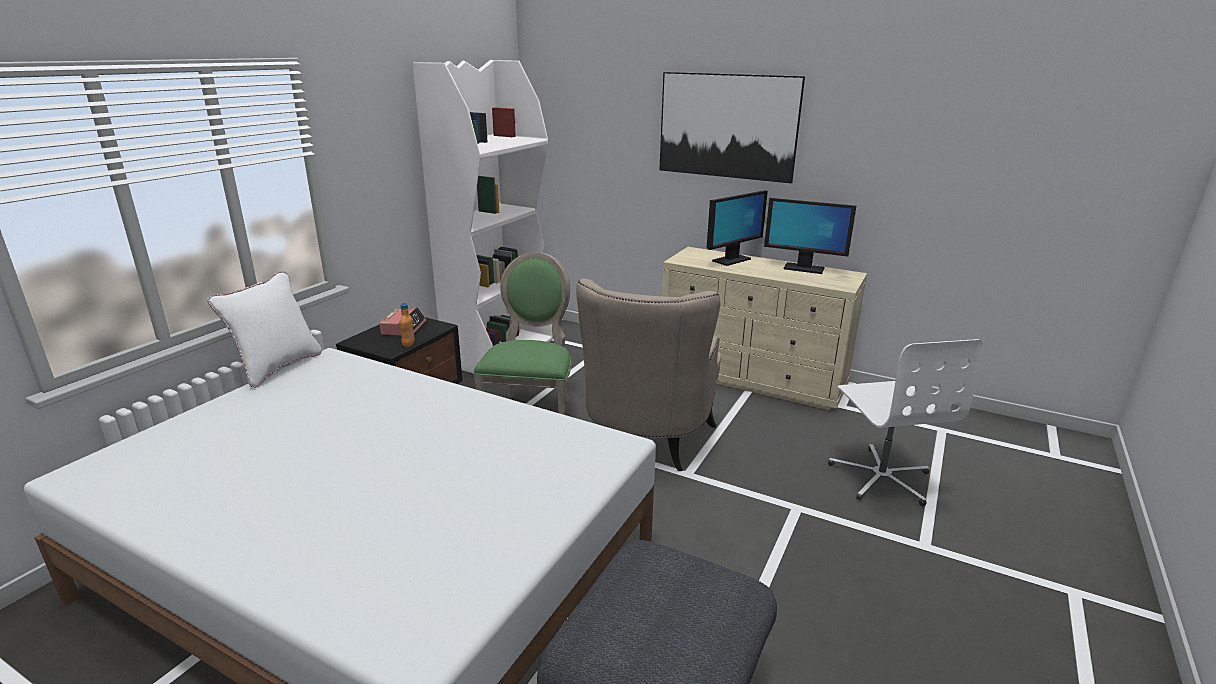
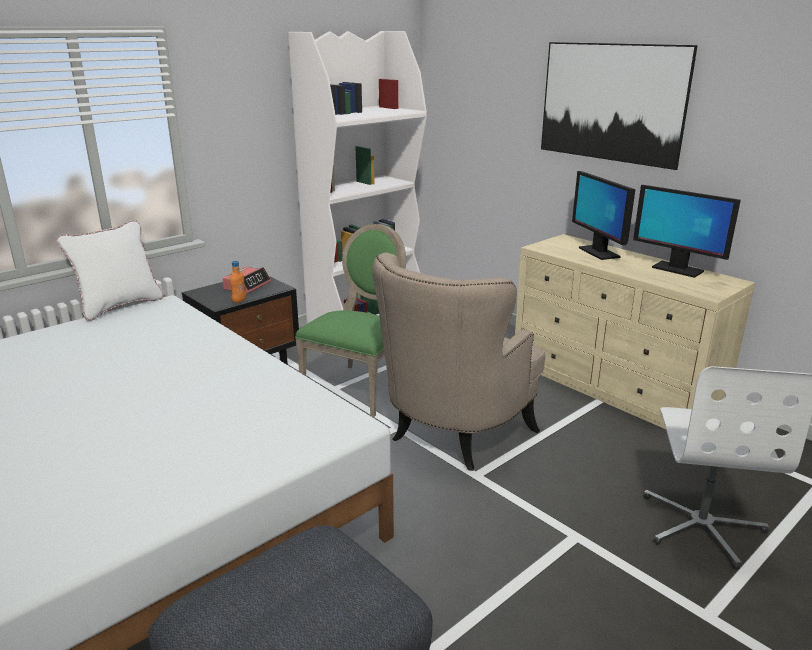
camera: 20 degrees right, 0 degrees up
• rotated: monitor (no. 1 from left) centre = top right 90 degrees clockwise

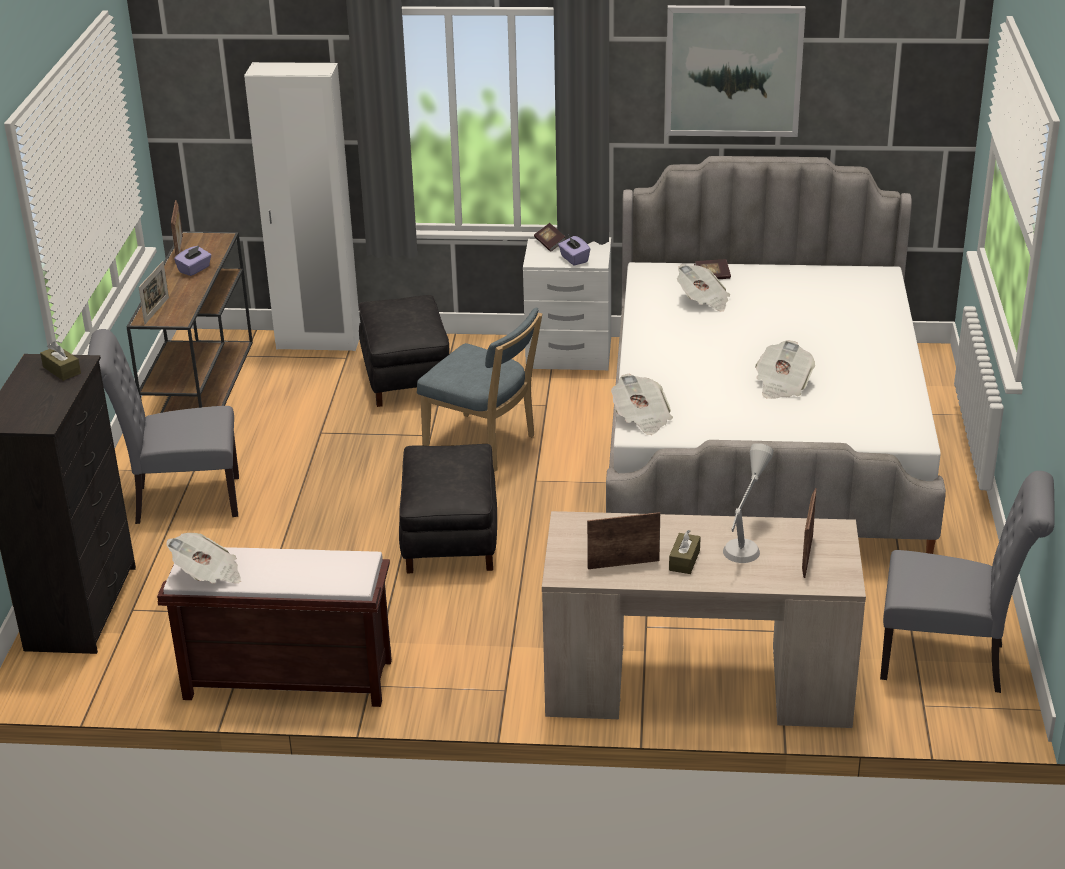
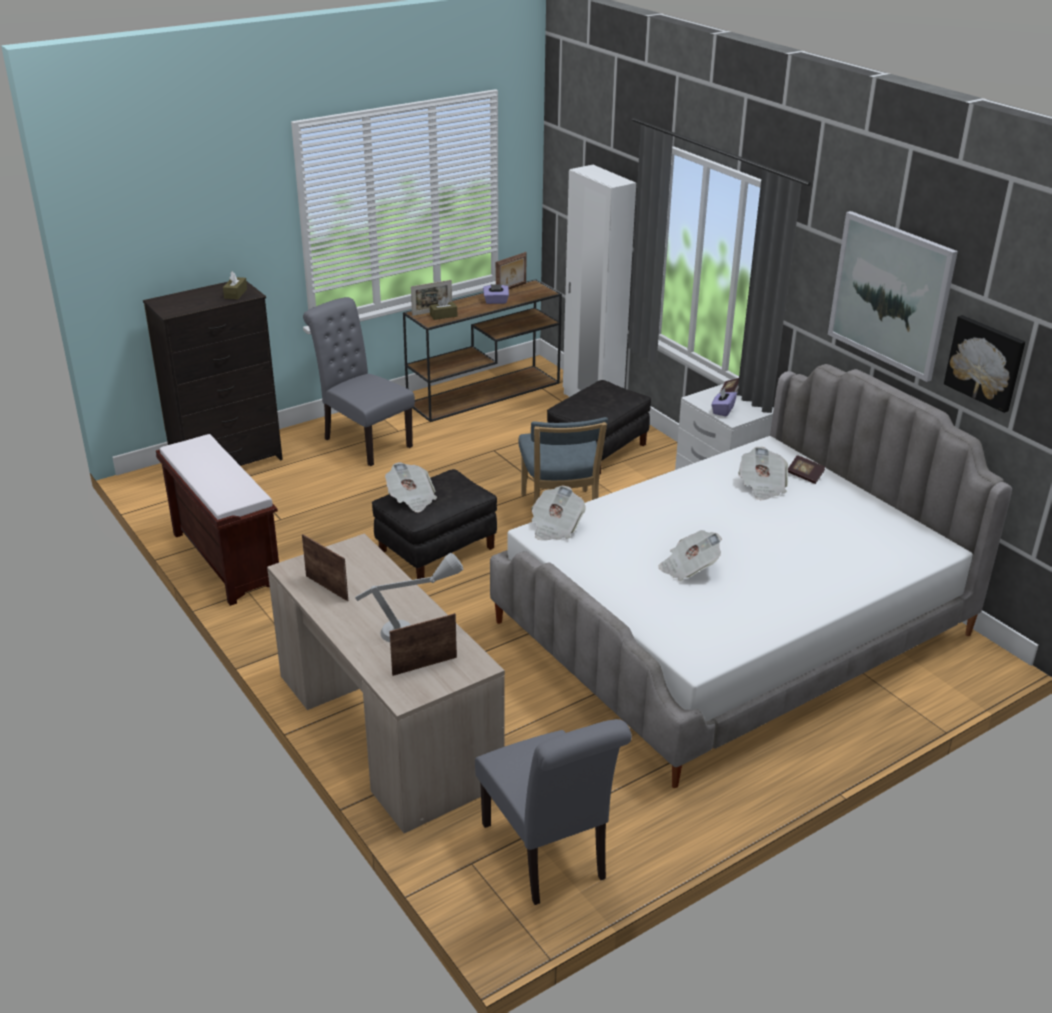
camera: 50 degrees right, 0 degrees up
• shifted: brownish box of tissues (no. 2 from left) centre to top centre
• shifted: printed paper (no. 1 from left) middle left to centre
• new: picture (no. 2 from left) middle right

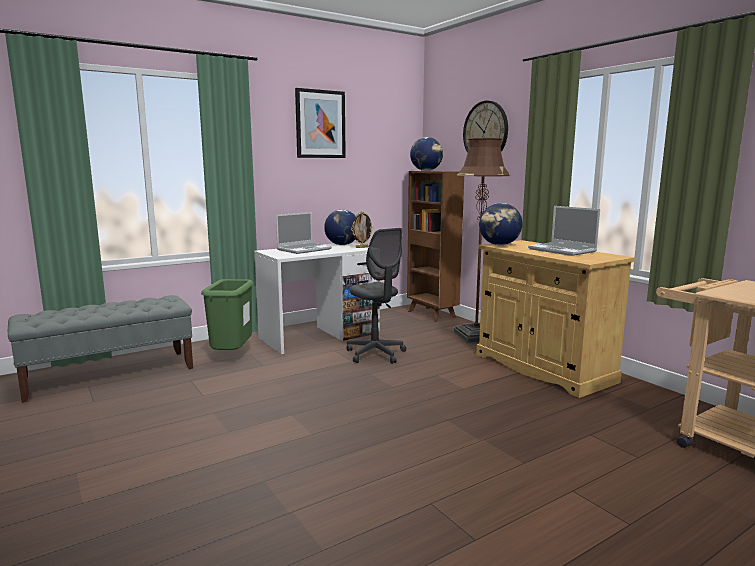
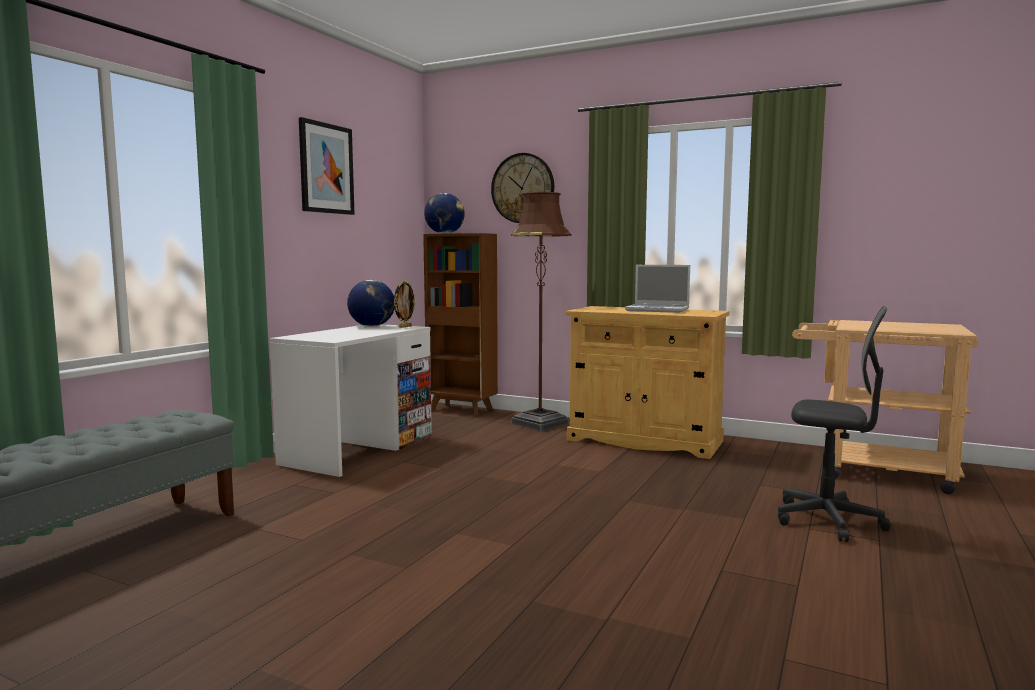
camera: 30 degrees left, 5 degrees down
• gone: globe (no. 3 from left) centre
• gone: notebook computer (no. 1 from left) centre
• shifted: greyish office chair centre to middle right
• gone: green waste bin middle left

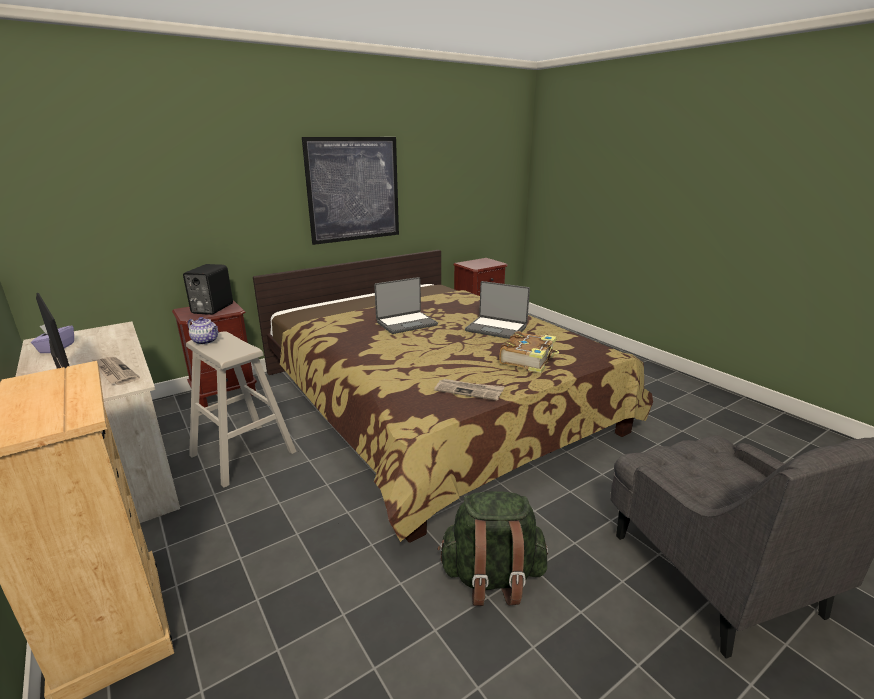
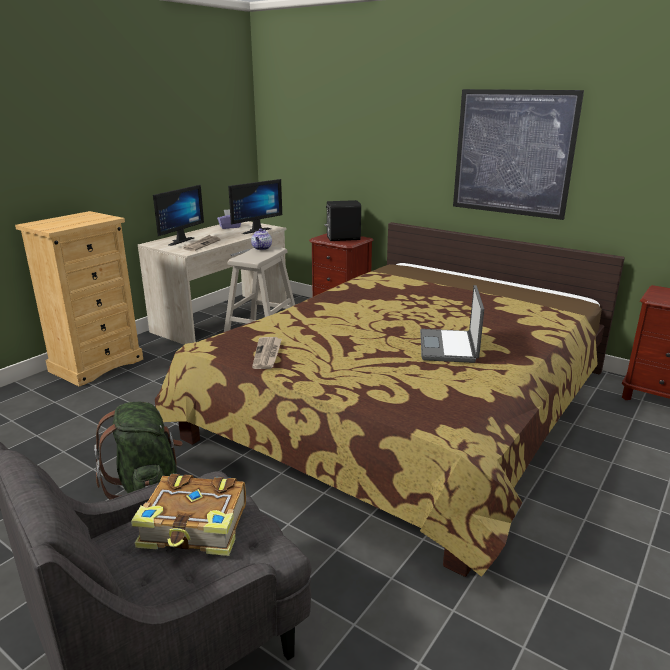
camera: 70 degrees right, 0 degrees up
• gone: notebook computer (no. 1 from left) centre
• shifted: bound book centre to bottom left
• new: monitor (no. 2 from left) top centre

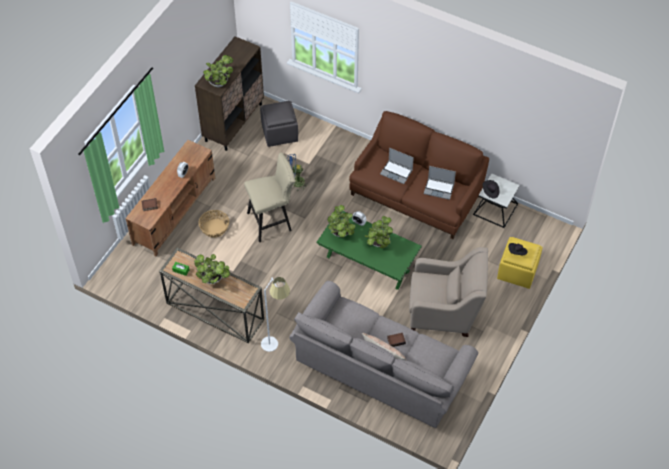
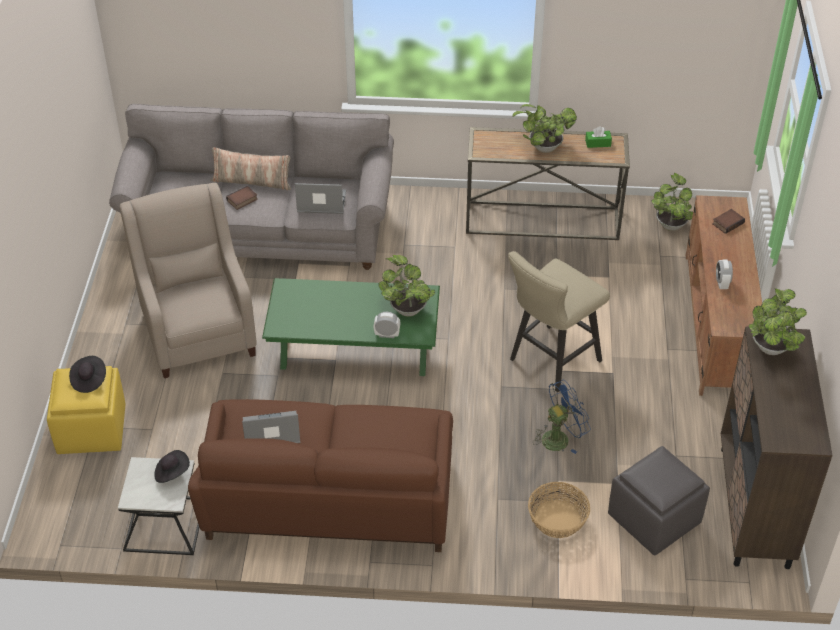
camera: 155 degrees right, 10 degrees down
• shifted: notebook computer (no. 1 from left in the first image) centre to notebook computer (no. 2 from left) top centre
• shifted: basket middle left to bottom centre
• shifted: houseplant (no. 4 from left in the first image) centre to houseplant (no. 3 from left) top right
• rotated: beige-coloured easy chair middle right = middle left 90 degrees clockwise
• gone: white-coloured floor lamp bottom centre

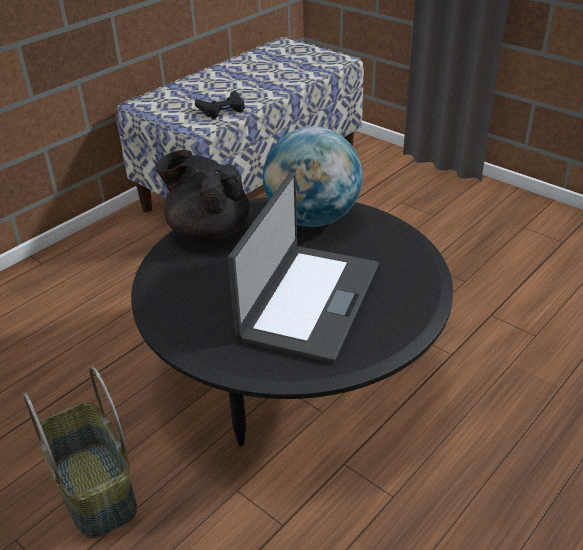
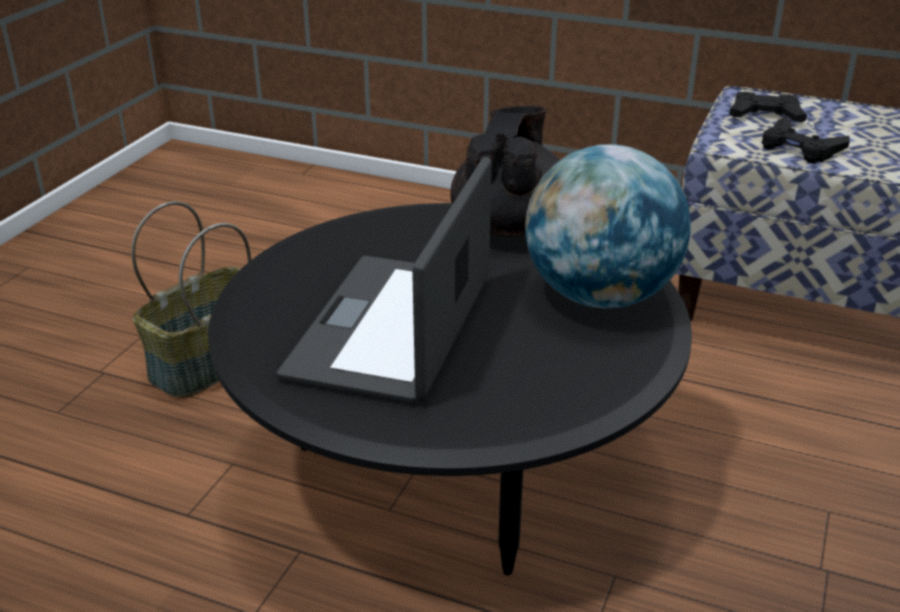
camera: 70 degrees right, 5 degrees down
• rotated: notebook computer centre = centre 105 degrees clockwise
• new: black-coloured gamepad (no. 1 from left) top right

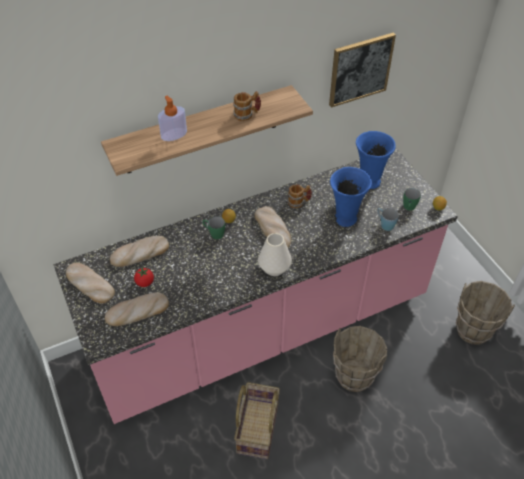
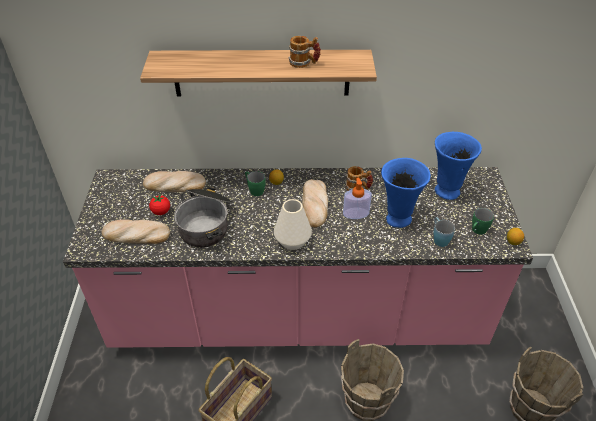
camera: 25 degrees right, 5 degrees down
• gone: picture top right
• shifted: soap bottle top left to centre
• gone: bakery bread (no. 1 from left) middle left
• new: stockpot centre

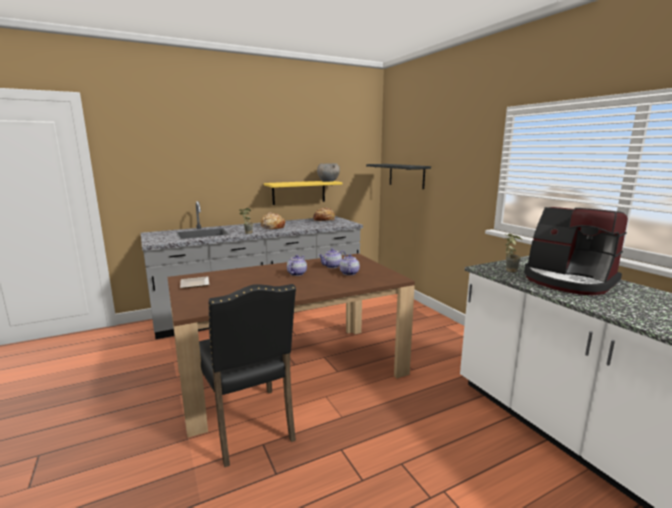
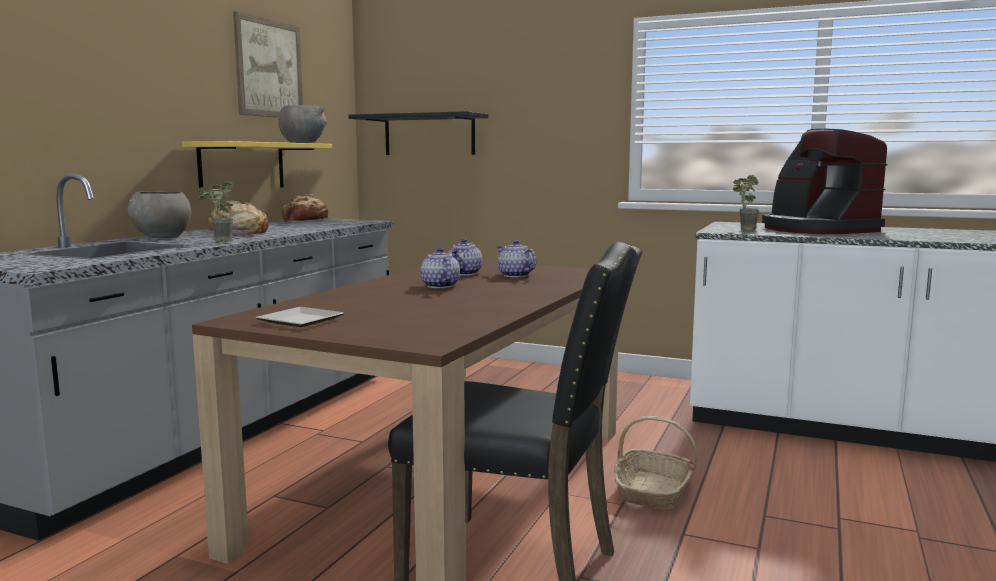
camera: 40 degrees left, 5 degrees down
• rotated: coffee machine middle right = top right 60 degrees clockwise
• new: picture top left
• new: greyish bowl (no. 1 from left) middle left
• new: basket bottom centre

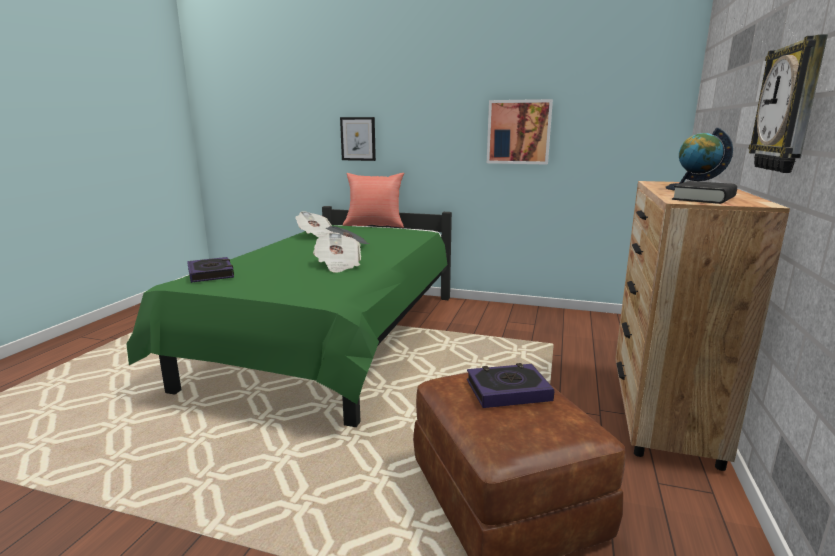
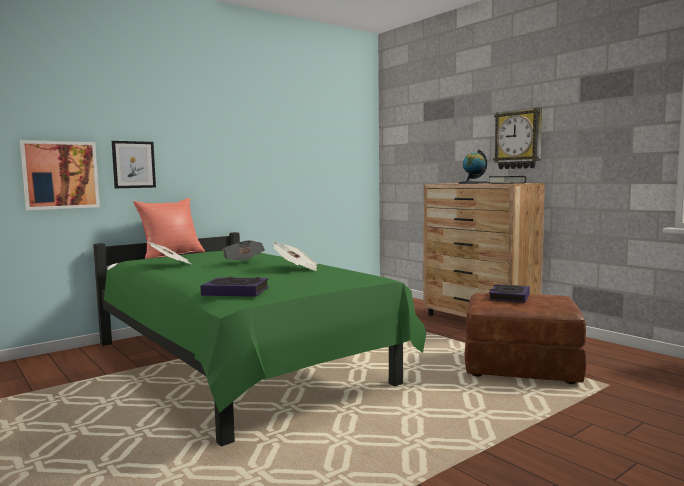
camera: 55 degrees left, 10 degrees down
• shifted: picture (no. 2 from left in the first image) top centre to picture (no. 1 from left) middle left

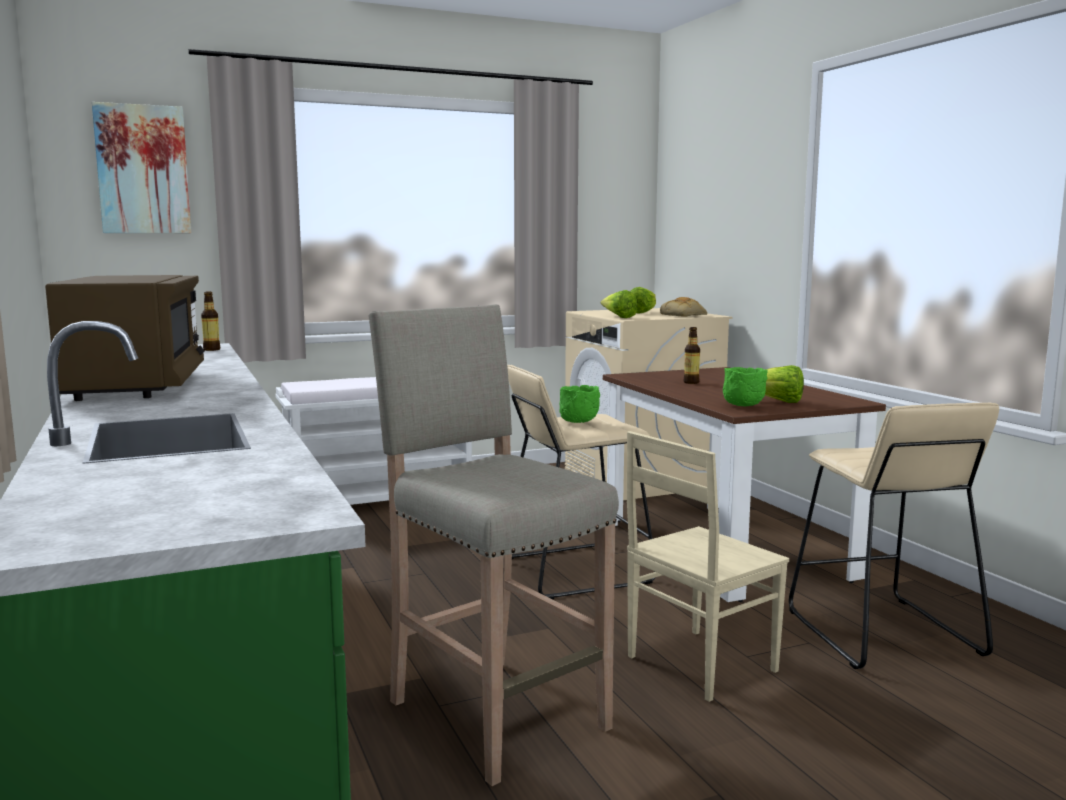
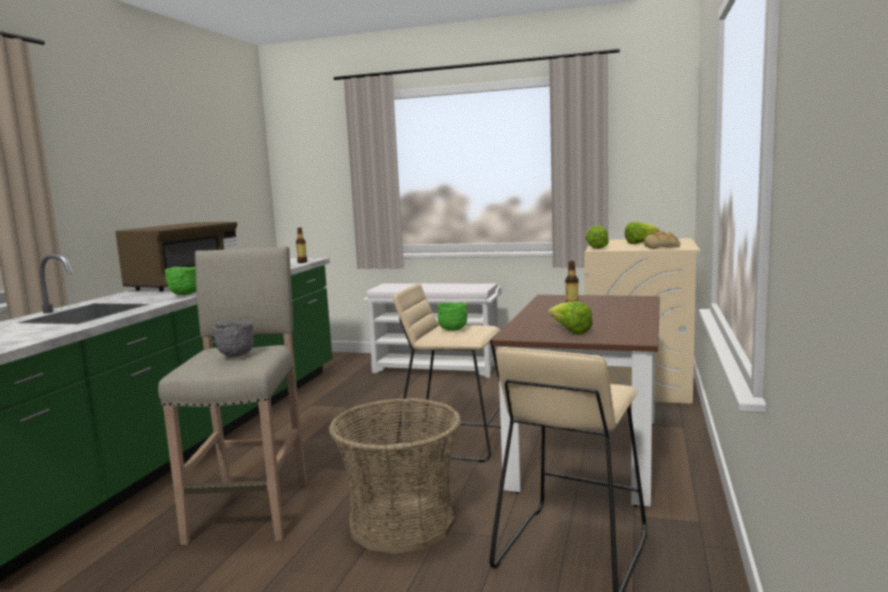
camera: 40 degrees right, 0 degrees up
• gone: picture top left
• shifted: green bowl (no. 2 from left in the first image) middle right to green bowl (no. 1 from left) middle left
• swapped: beige-coloured upright chair bottom centre to basket bottom centre
• new: greyish bowl middle left

